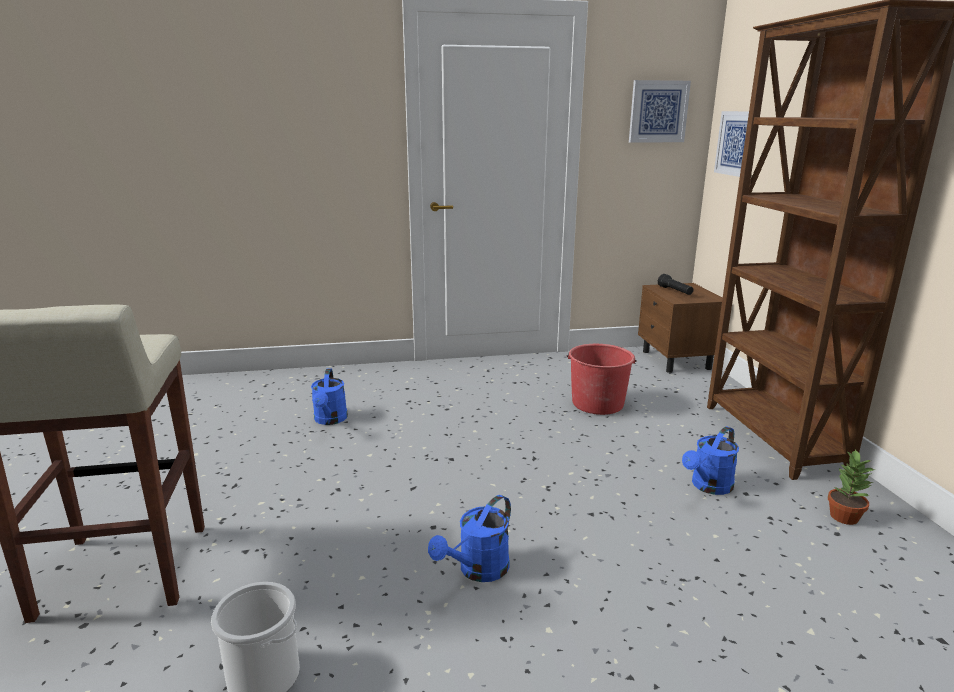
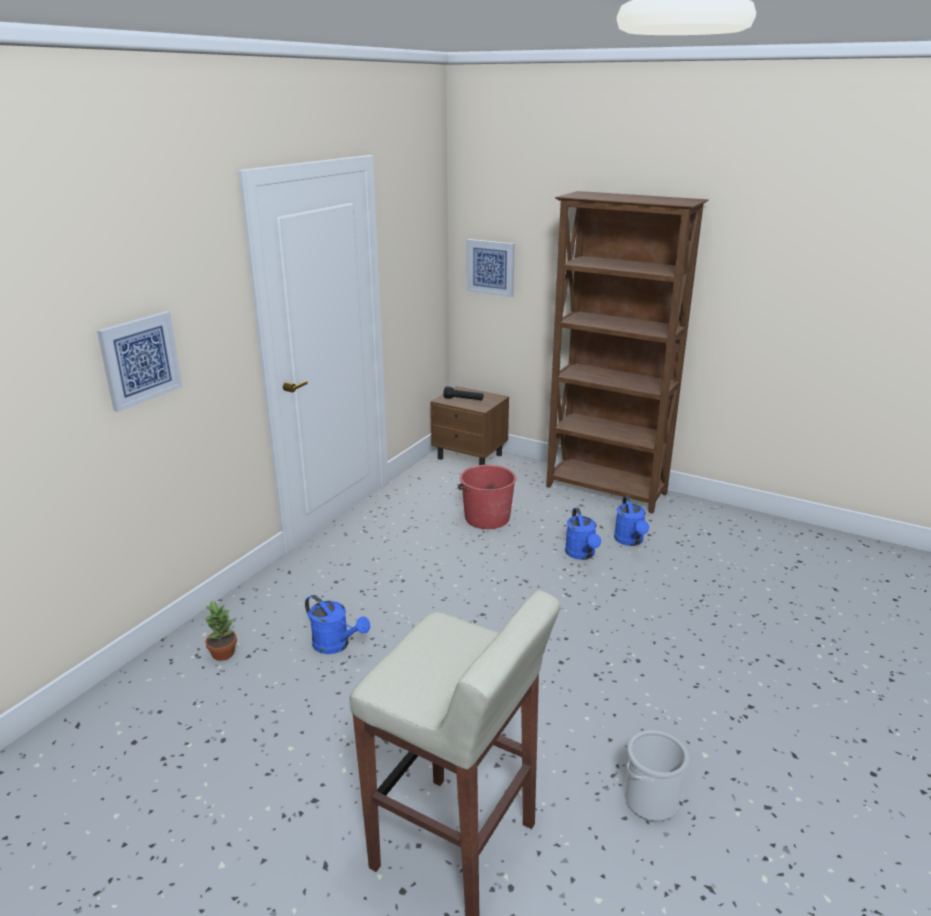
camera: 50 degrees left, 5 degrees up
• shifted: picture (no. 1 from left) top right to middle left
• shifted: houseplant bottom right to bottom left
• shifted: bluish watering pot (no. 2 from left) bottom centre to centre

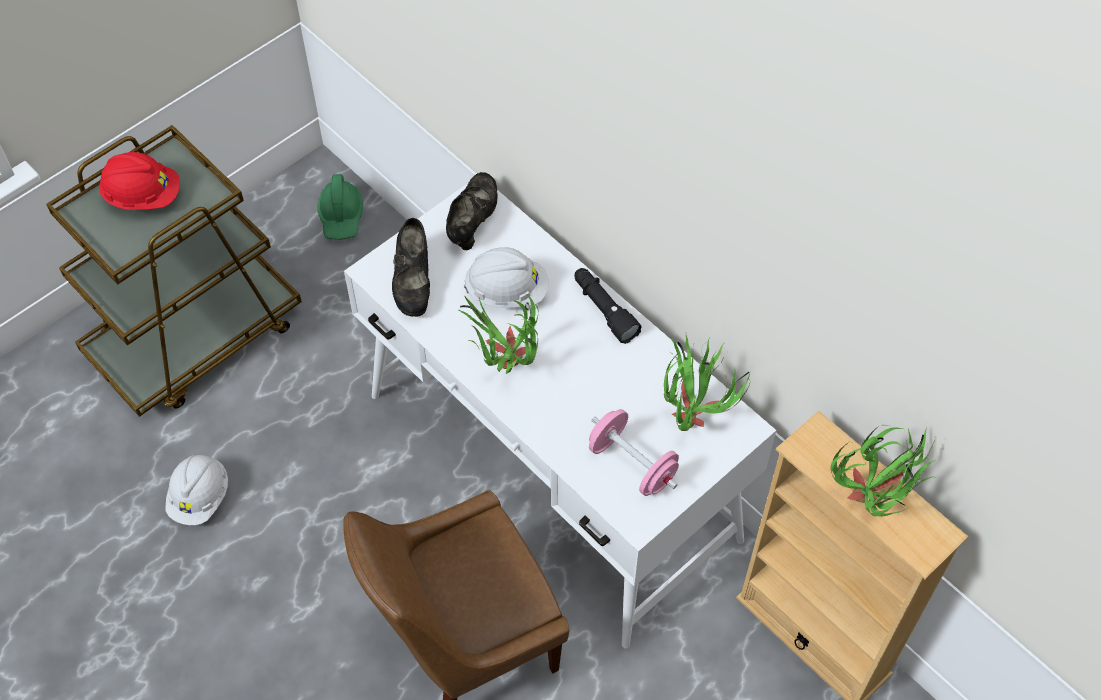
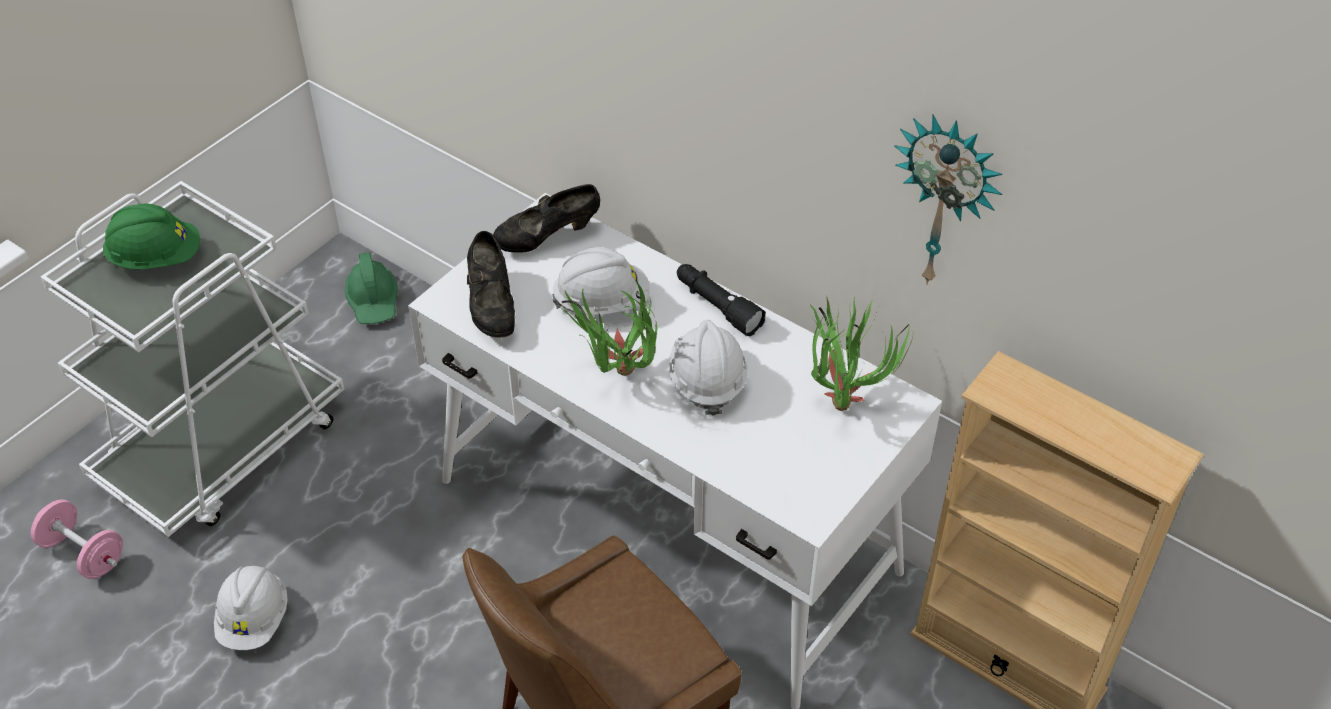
camera: 10 degrees left, 10 degrees down
• repainted: brownish cart middle left to white-coloured cart middle left
• repainted: reddish safety helmet top left to green safety helmet (no. 1 from left) top left
• rotated: black-coloured item of footwear (no. 2 from left) top centre = top centre 120 degrees counterclockwise
• shifted: pinkish free weight centre to bottom left
• gone: houseplant (no. 3 from left) bottom right
• new: wall clock top right
• new: white-coloured safety helmet (no. 3 from left) centre

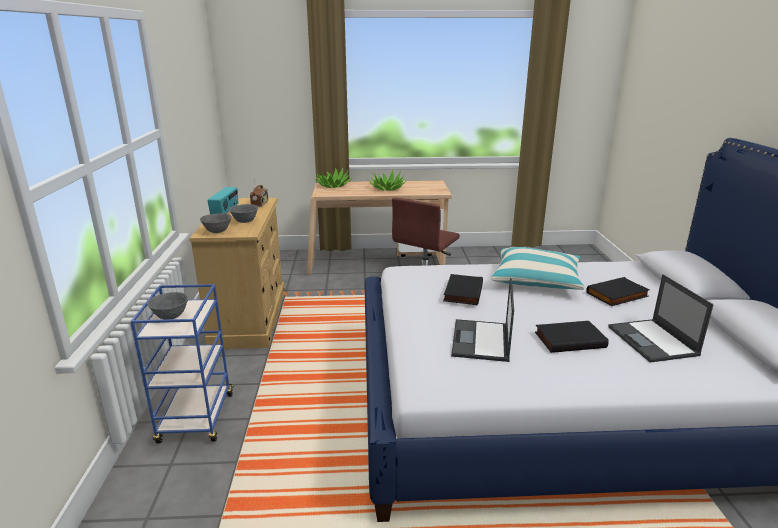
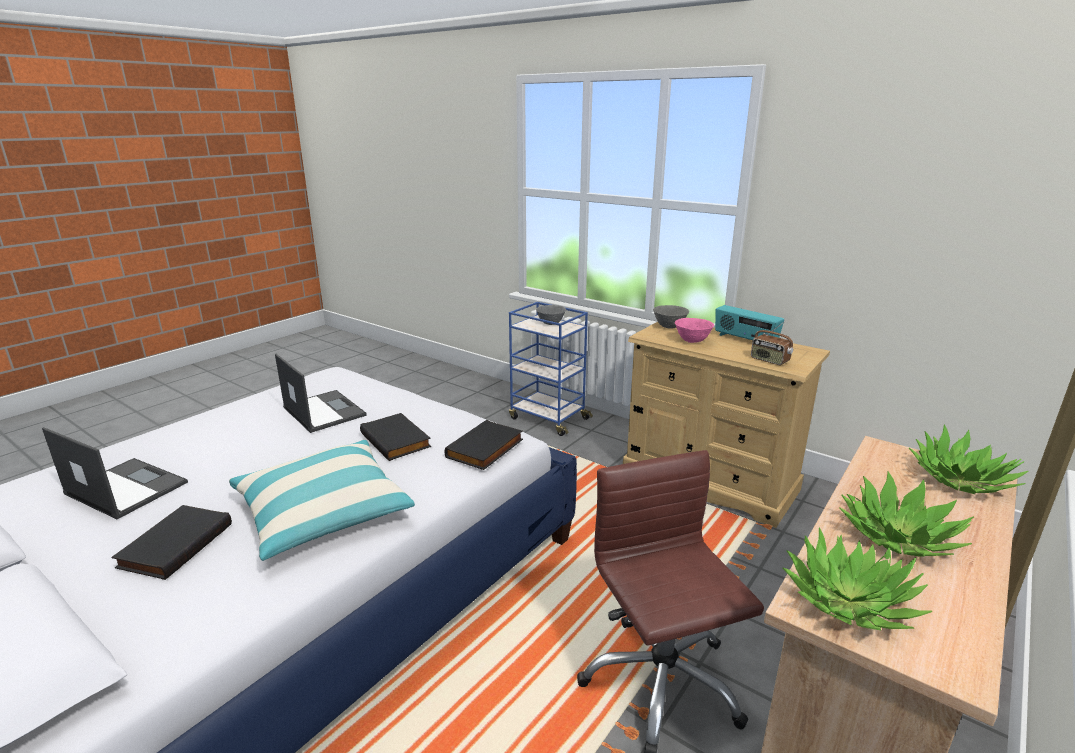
camera: 130 degrees right, 0 degrees up
• repainted: greyish bowl (no. 3 from left) middle left to pinkish bowl centre
• shifted: black-coloured bound book (no. 2 from left in the first image) middle right to black-coloured bound book (no. 3 from left) centre
• new: houseplant (no. 1 from left) bottom right

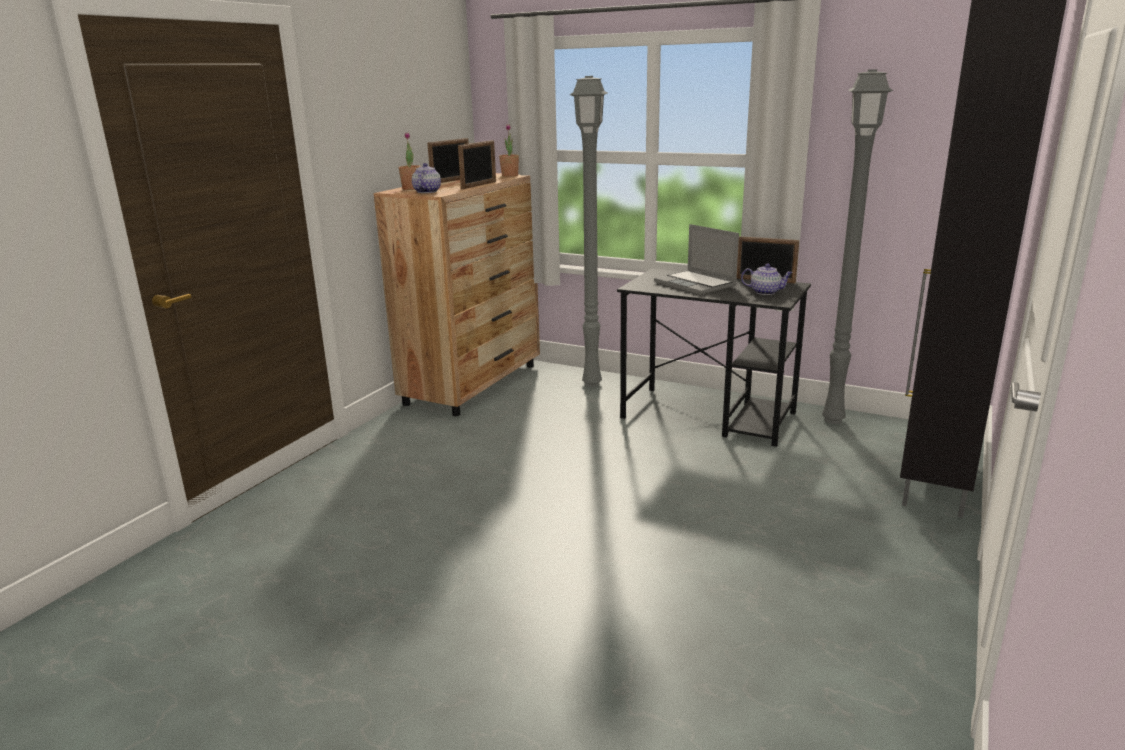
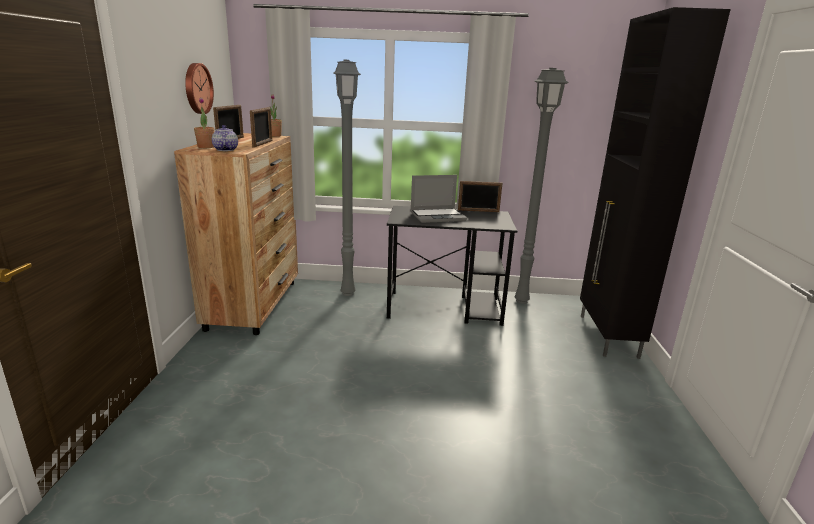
camera: 25 degrees left, 0 degrees up
• rotated: notebook computer centre = centre 45 degrees counterclockwise
• gone: tea pot (no. 2 from left) middle right
• new: wall clock top left

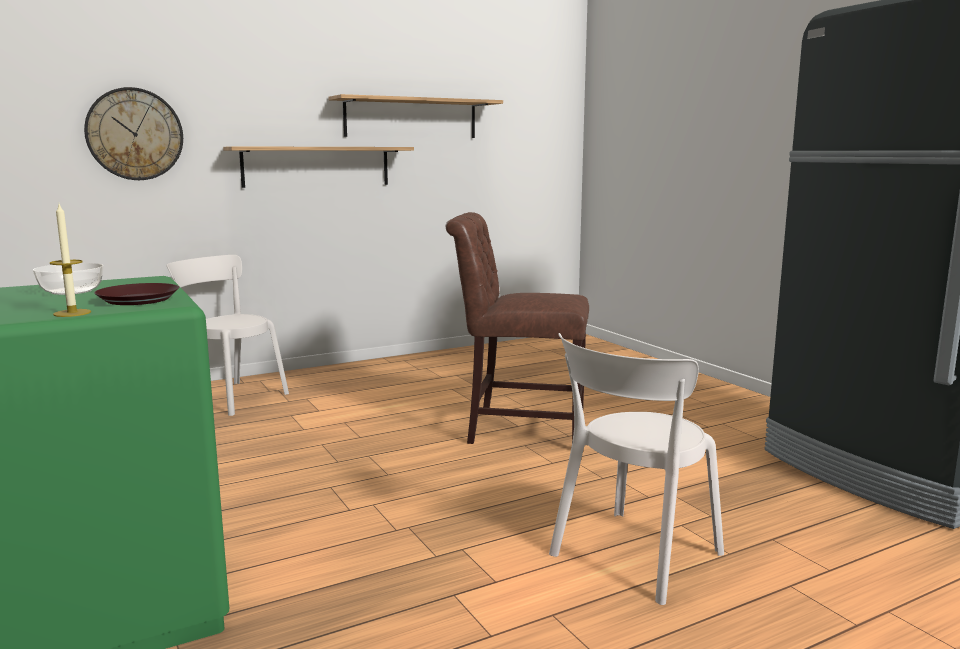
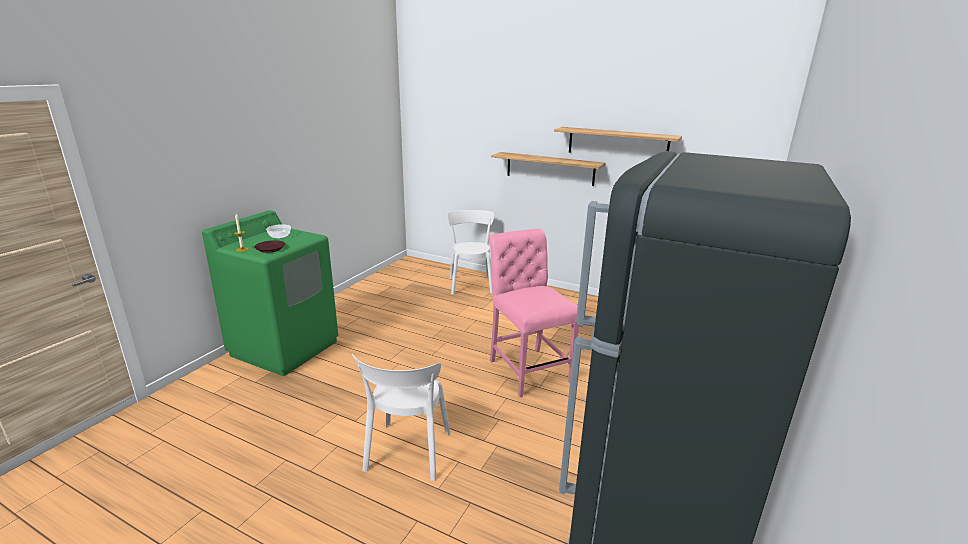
camera: 55 degrees right, 10 degrees up
• gone: wall clock top left
• repainted: brownish upright chair centre to pinkish upright chair centre
• rotated: white-coloured upright chair (no. 2 from left in the first image) bottom centre = bottom centre 90 degrees counterclockwise

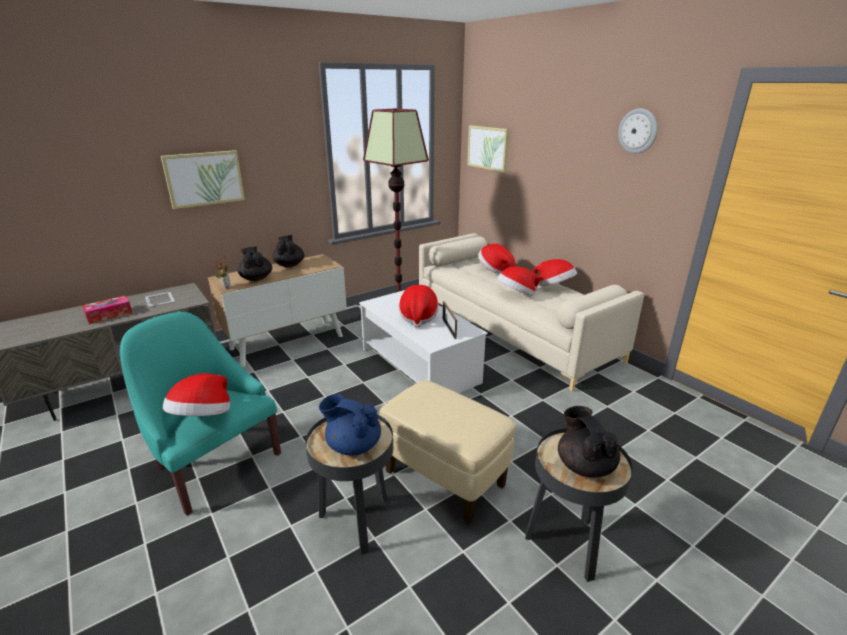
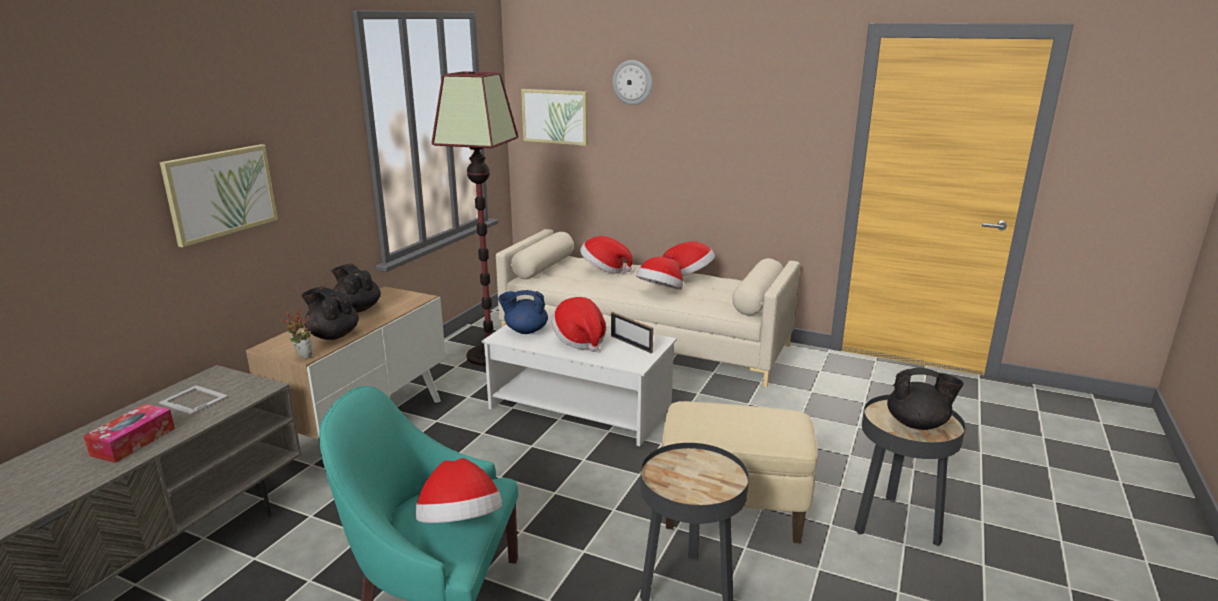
camera: 30 degrees left, 5 degrees down
• shifted: wall clock top right to top centre
• shifted: bluish tea pot bottom centre to centre
• rotated: black-coloured tea pot (no. 3 from left) bottom right = middle right 150 degrees clockwise

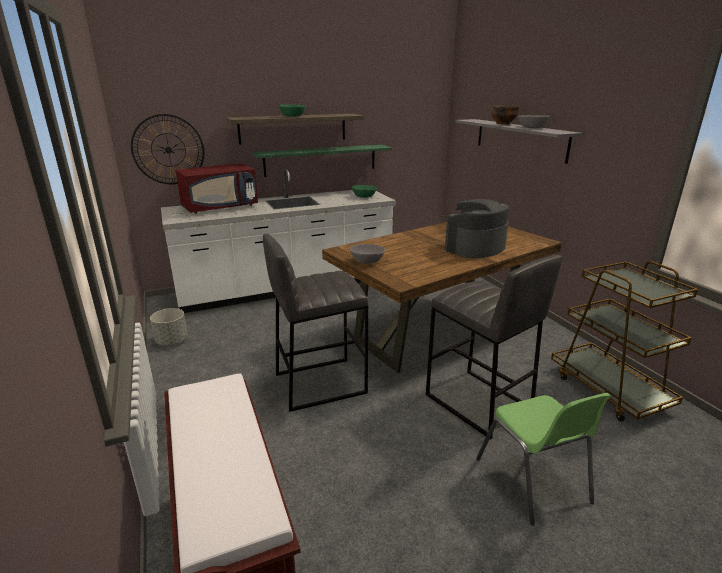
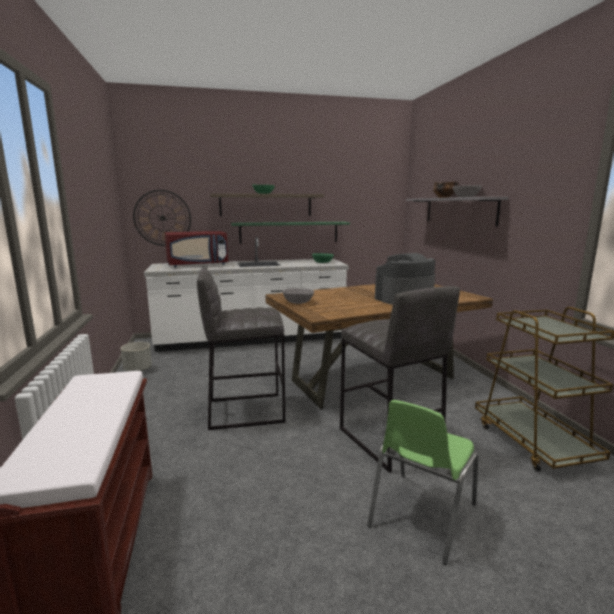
camera: 10 degrees right, 10 degrees down
• rotated: green upright chair bottom right = bottom right 45 degrees clockwise

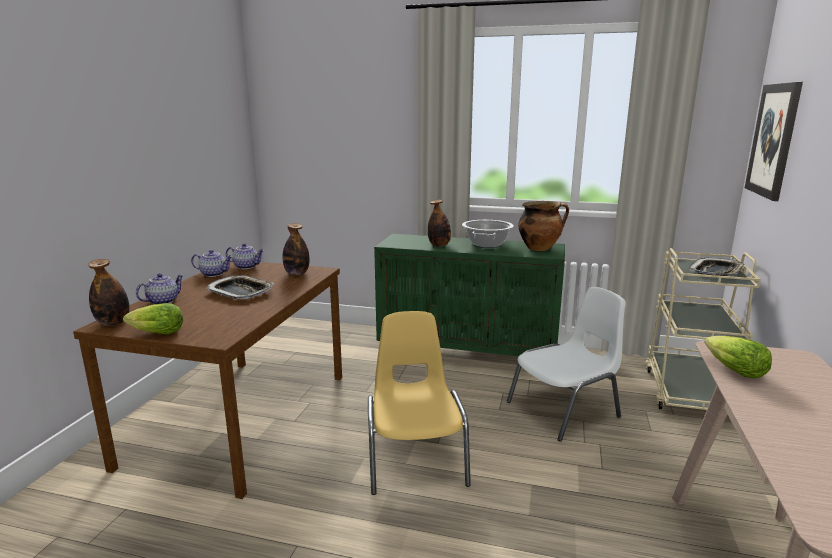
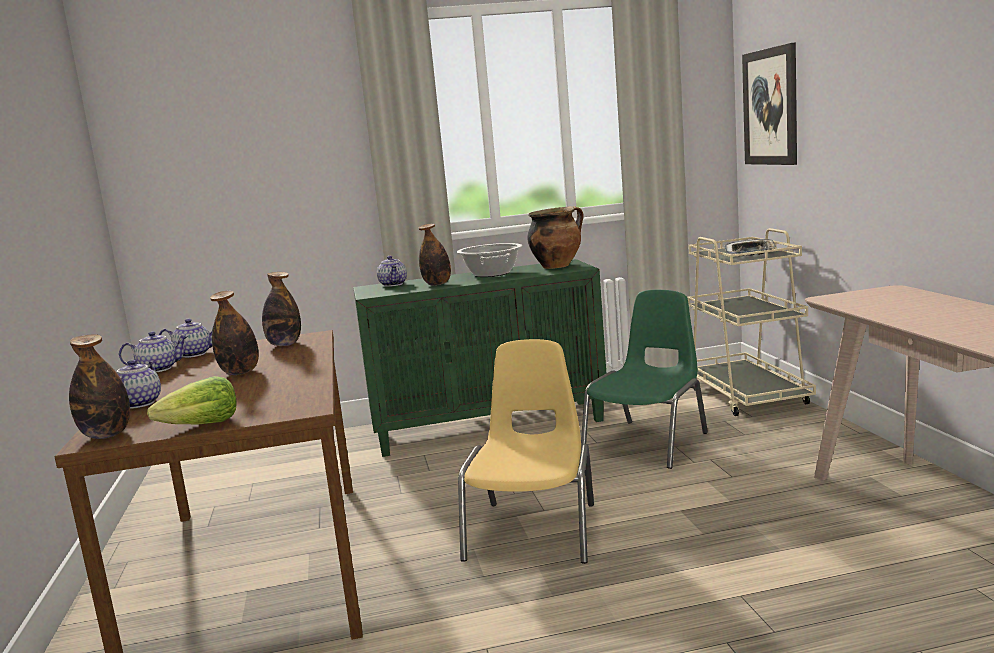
camera: 25 degrees left, 5 degrees down
• swapped: serving tray (no. 1 from left) middle left to beverage bottle (no. 2 from left) middle left
• repainted: white-coloured upright chair middle right to green upright chair centre
• rotated: yellow-coloured upright chair bottom centre = bottom centre 45 degrees clockwise
• gone: head of lettuce (no. 2 from left) middle right
• new: tea pot (no. 4 from left) centre

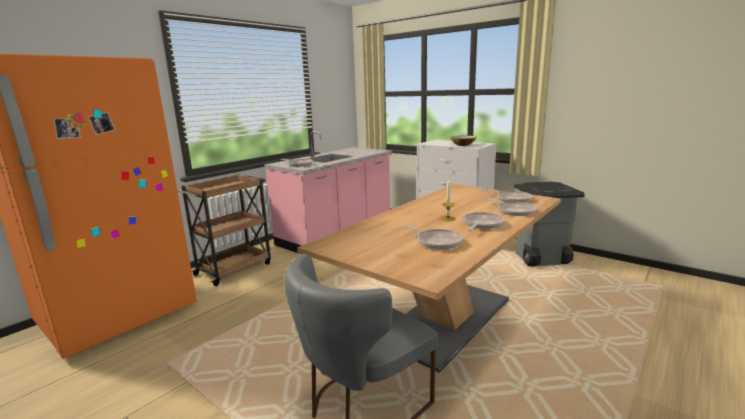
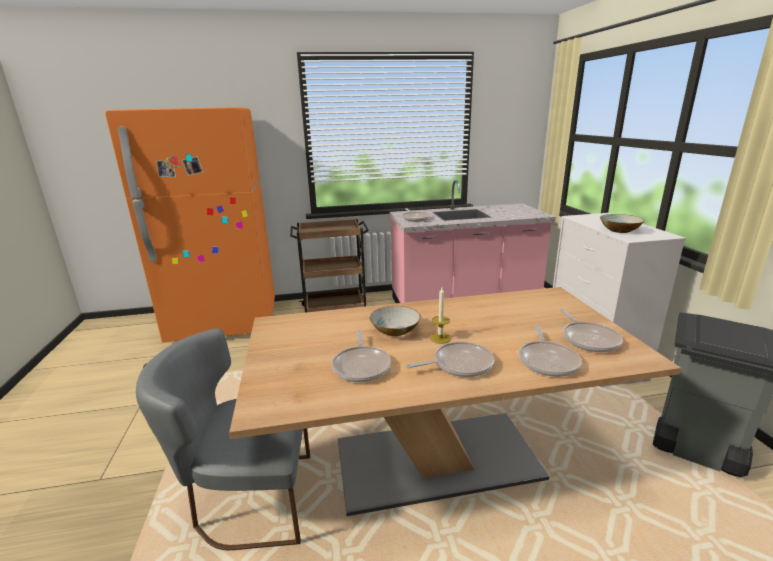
camera: 40 degrees right, 5 degrees up
• new: bowl (no. 1 from left) centre

